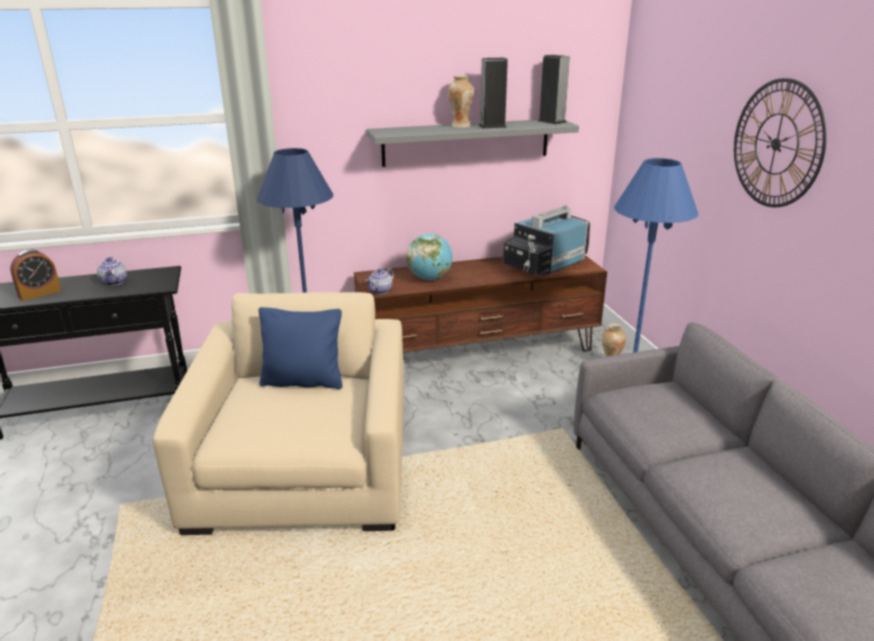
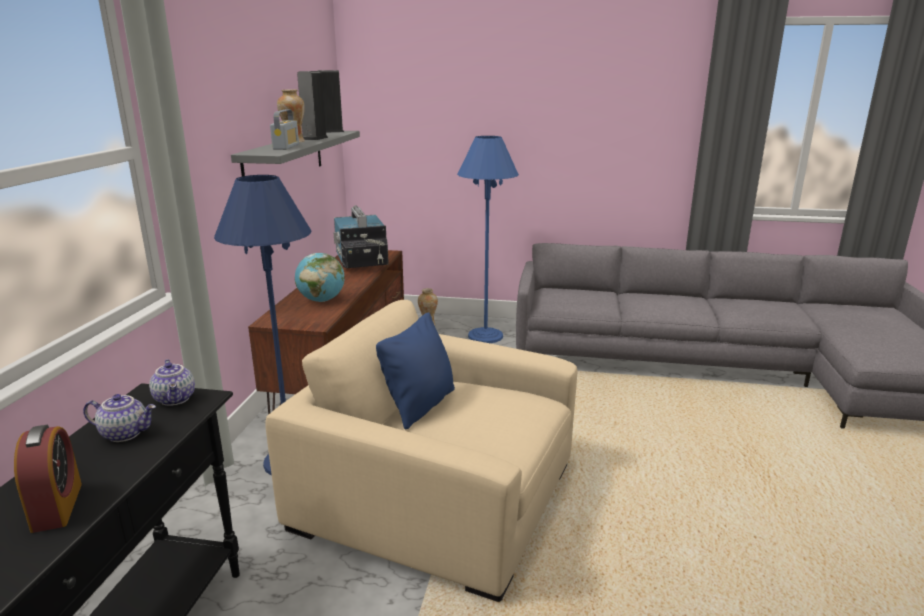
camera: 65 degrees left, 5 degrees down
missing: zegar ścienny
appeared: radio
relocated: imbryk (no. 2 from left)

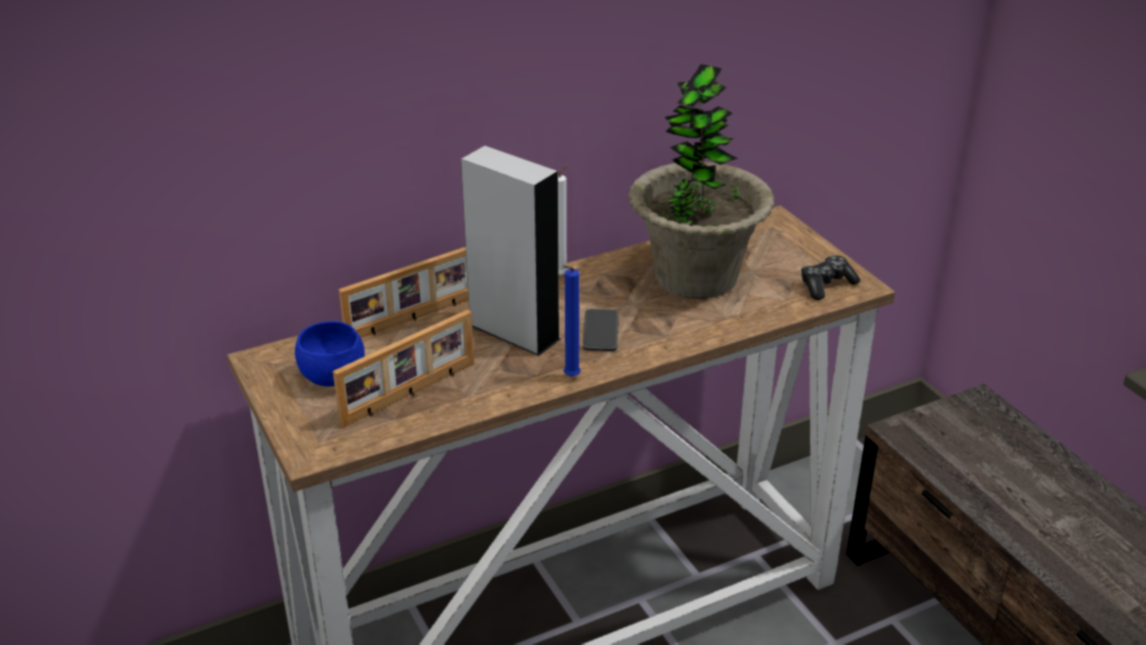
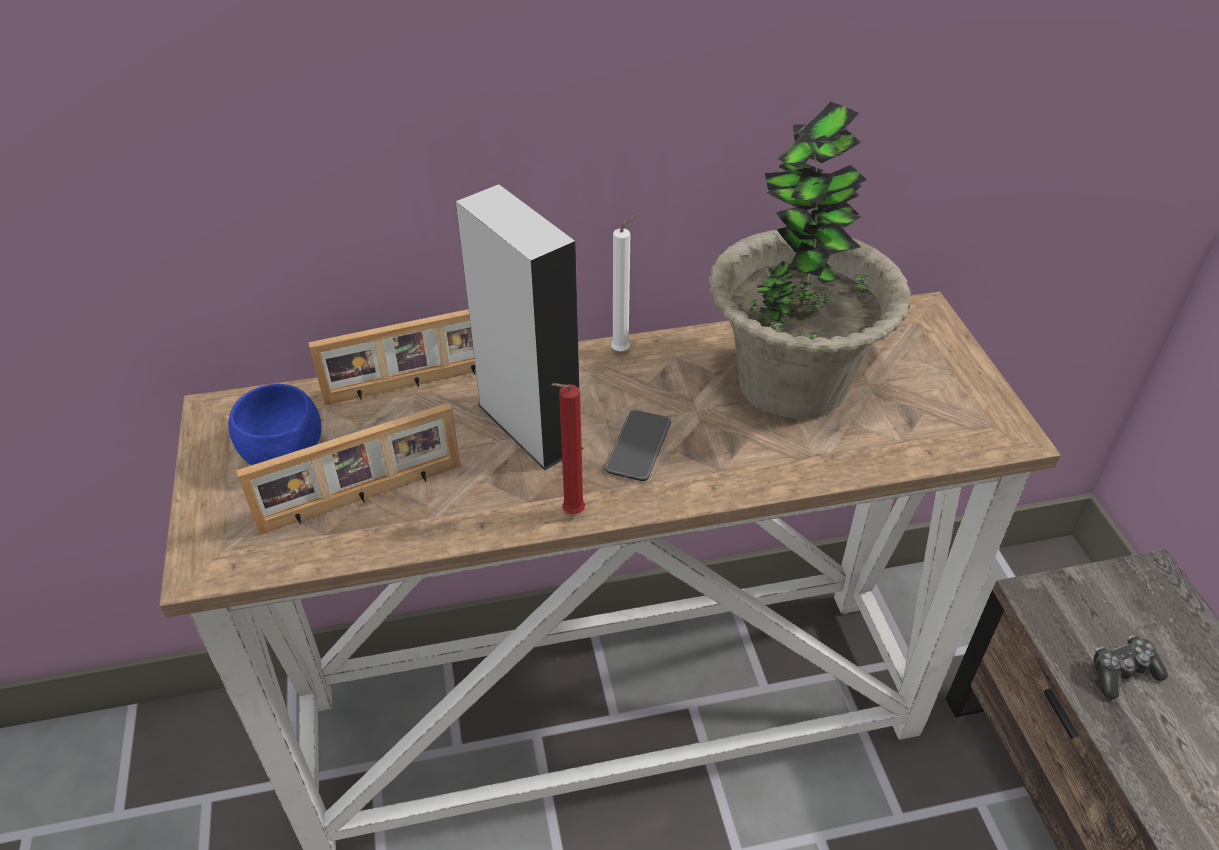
camera: 15 degrees right, 10 degrees up
relocated: pad do gier
colour: świeca/niebieski to świeca/czerwony

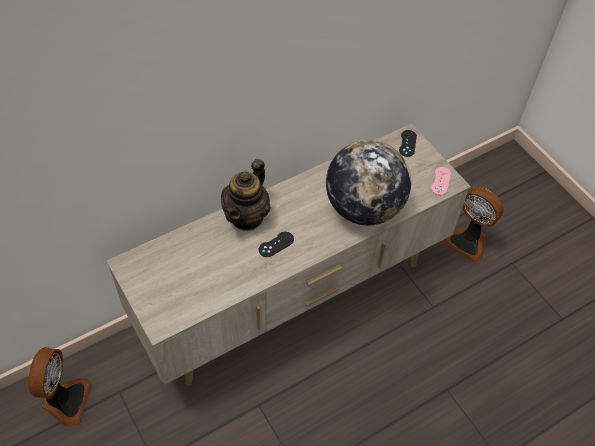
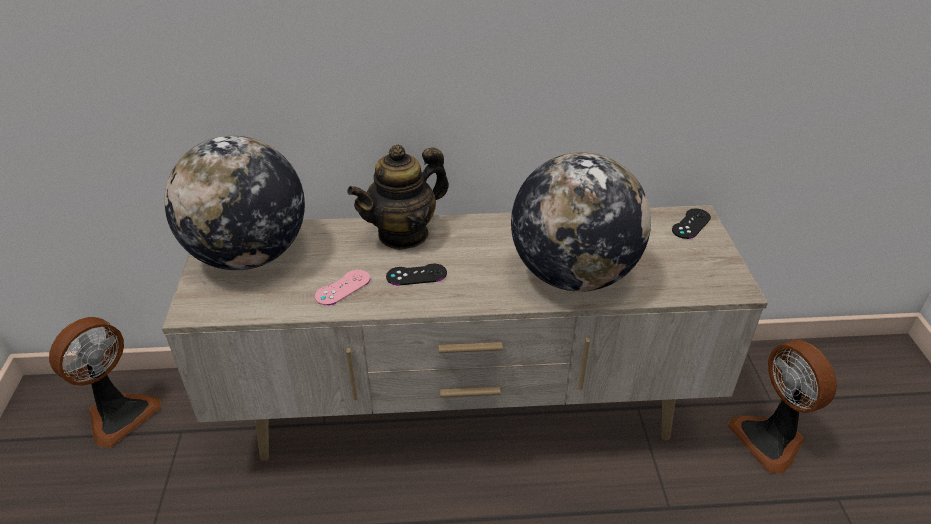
camera: 30 degrees right, 15 degrees down
appeared: globus (no. 1 from left)
relocated: pad do gier/różowy

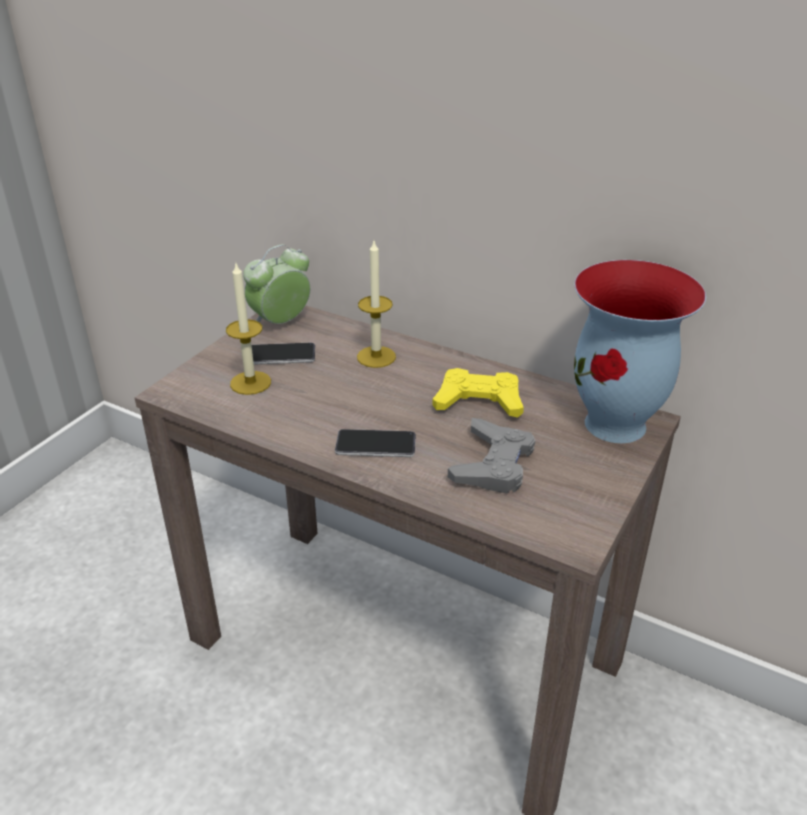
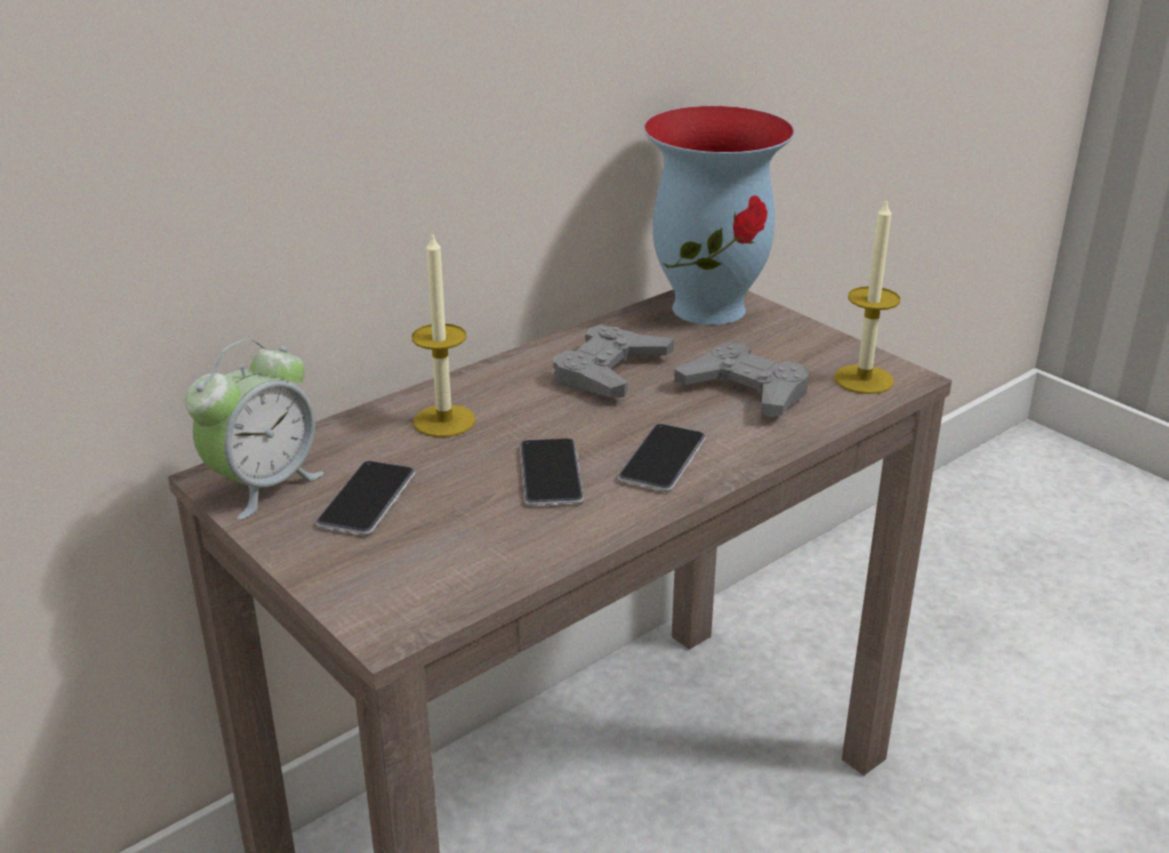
camera: 70 degrees left, 5 degrees down
appeared: telefon (no. 2 from left)
relocated: świeca (no. 1 from left in the first image) to świeca (no. 2 from left)
colour: pad do gier/żółty to pad do gier/szary (no. 1 from left)
spun: budzik 120 degrees counterclockwise

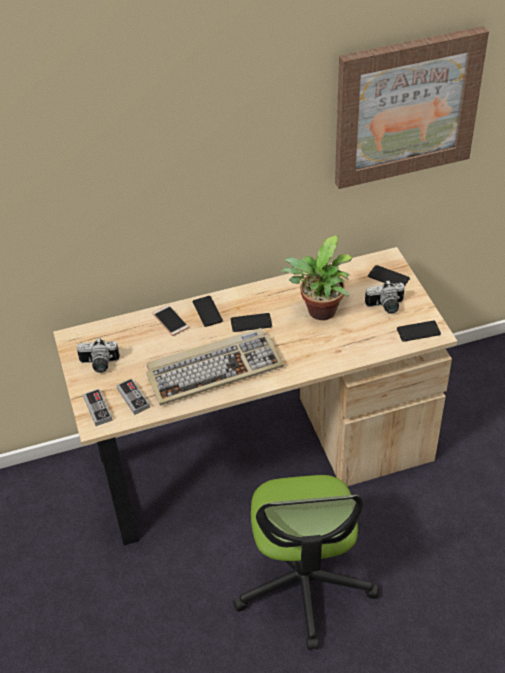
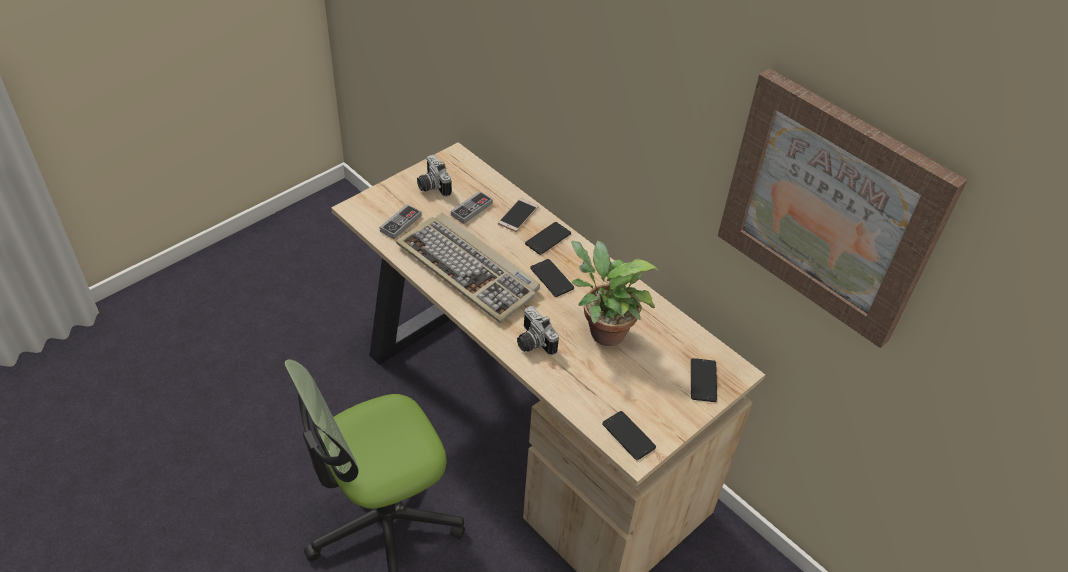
camera: 60 degrees right, 0 degrees up
relocated: pad do gier (no. 1 from left in the first image) to pad do gier (no. 2 from left); aparat fotograficzny (no. 2 from left)

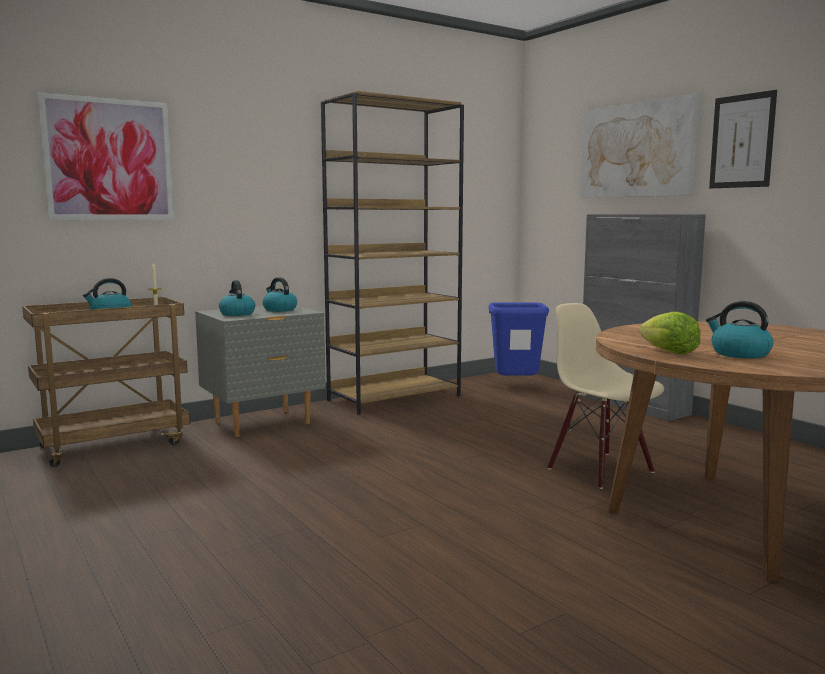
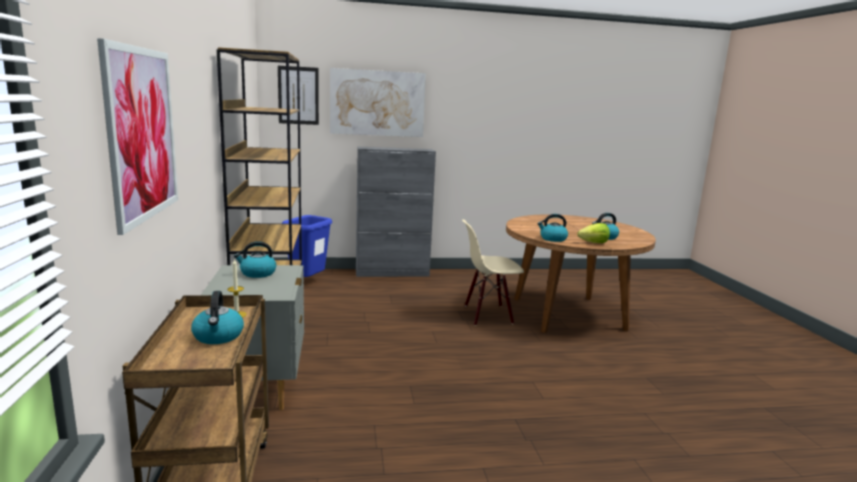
camera: 65 degrees left, 5 degrees up
relocated: czajnik (no. 2 from left in the first image) to czajnik (no. 3 from left); obraz (no. 3 from left in the first image) to obraz (no. 2 from left)

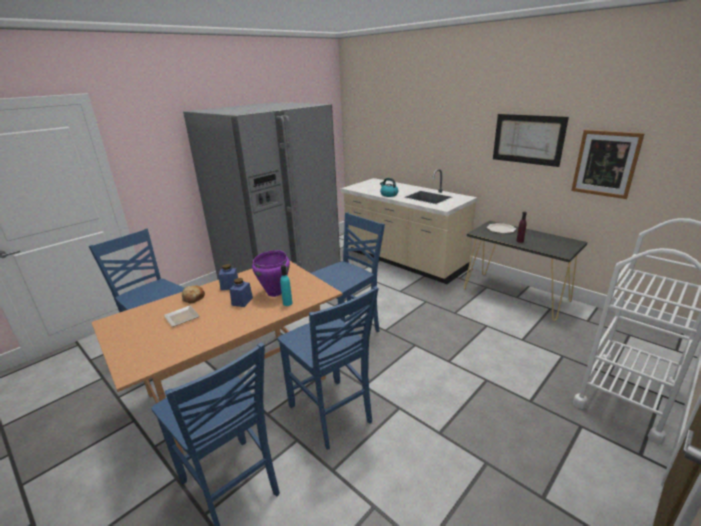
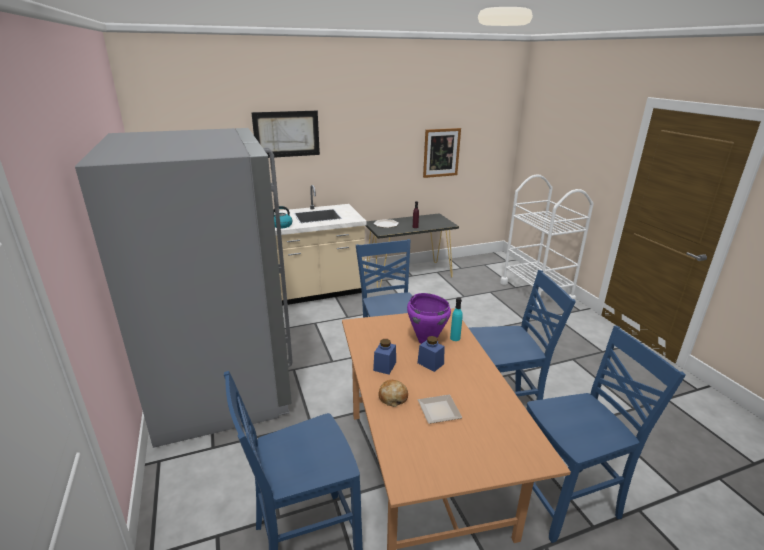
camera: 65 degrees left, 0 degrees up
relocated: obraz (no. 1 from left)

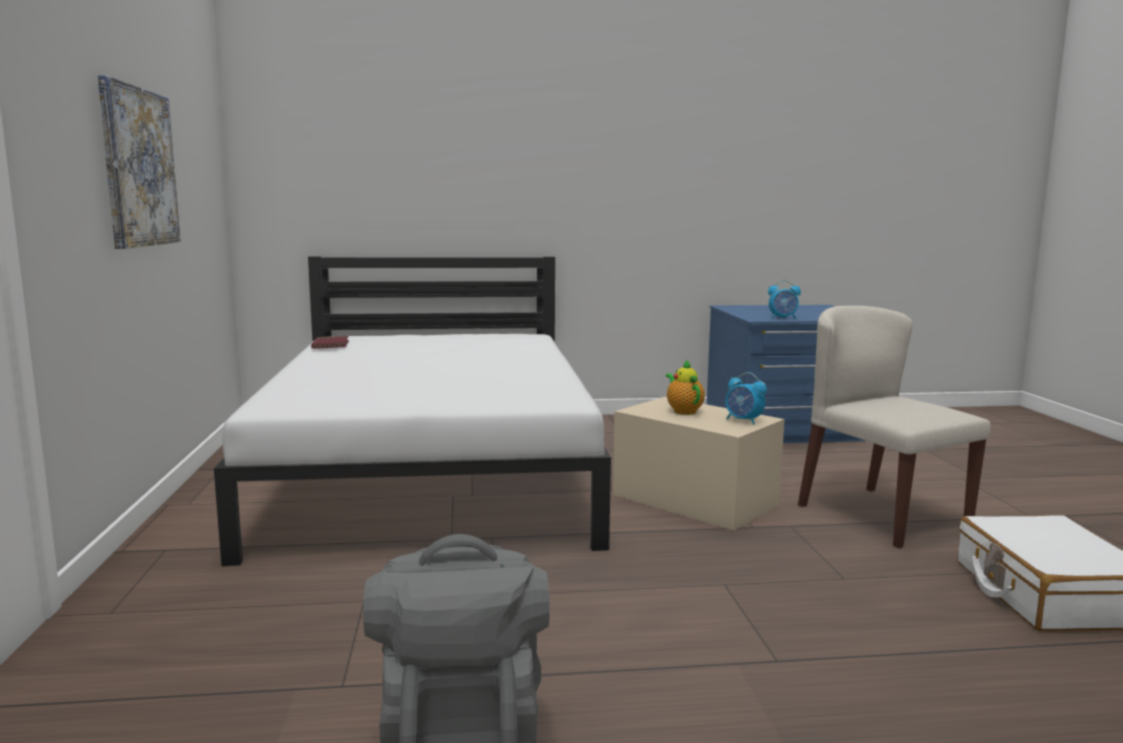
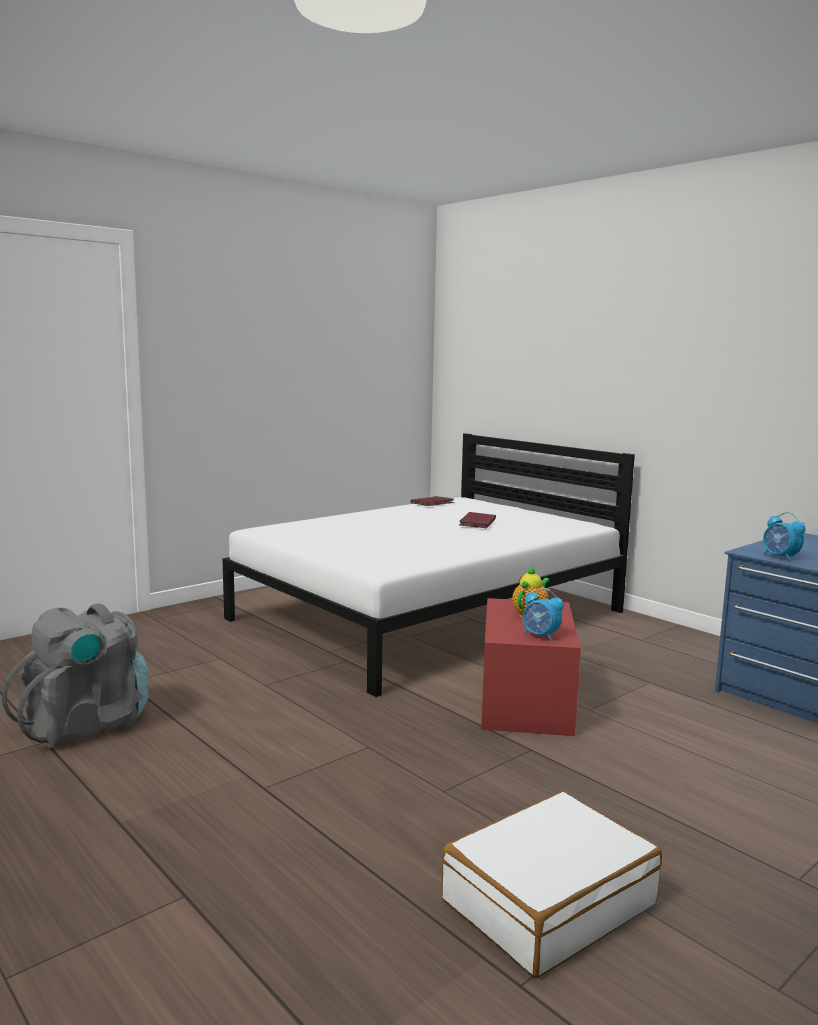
camera: 55 degrees right, 0 degrees up
missing: obraz; krzesło/beżowy
appeared: książka/czerwony (no. 2 from left)
colour: pojemnik do przechowywania/beżowy to pojemnik do przechowywania/czerwony
spun: budzik (no. 1 from left) 60 degrees counterclockwise

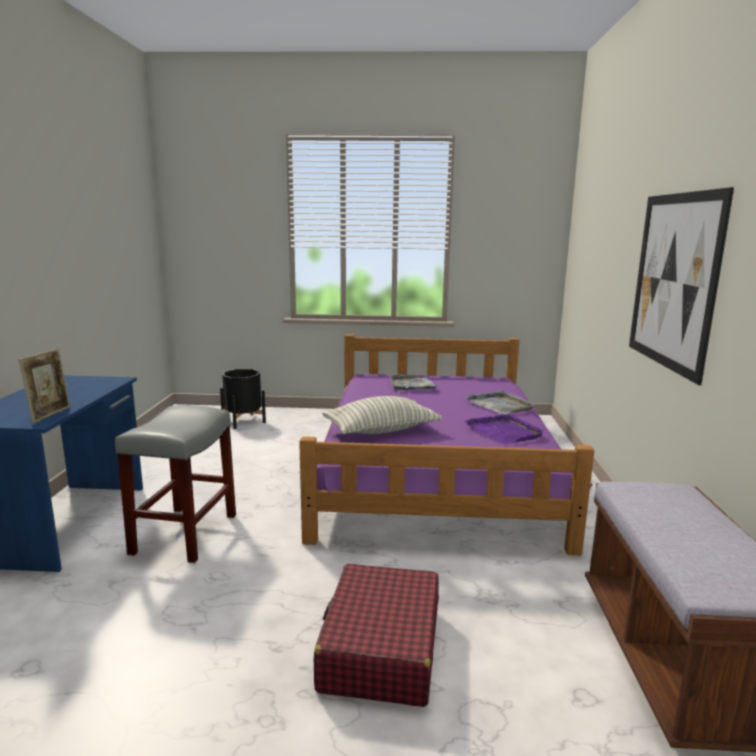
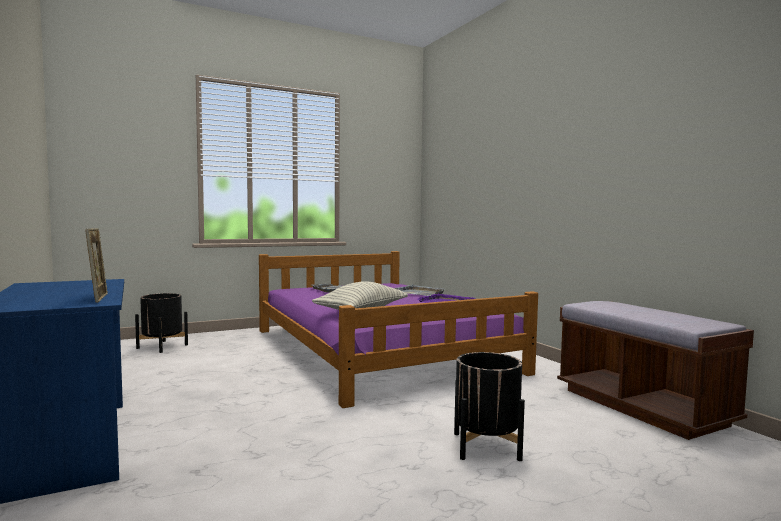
camera: 30 degrees left, 10 degrees down
missing: stołek/szary; obraz
exchanged: walizka/czerwony to donica/czarny (no. 2 from left)

